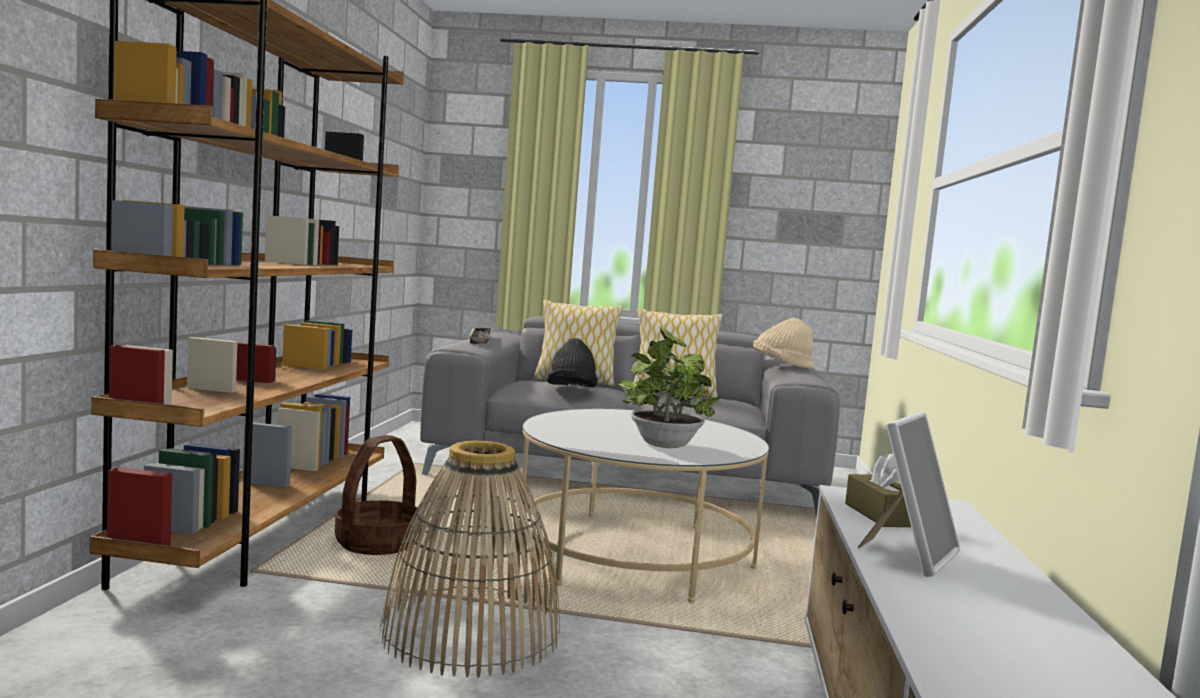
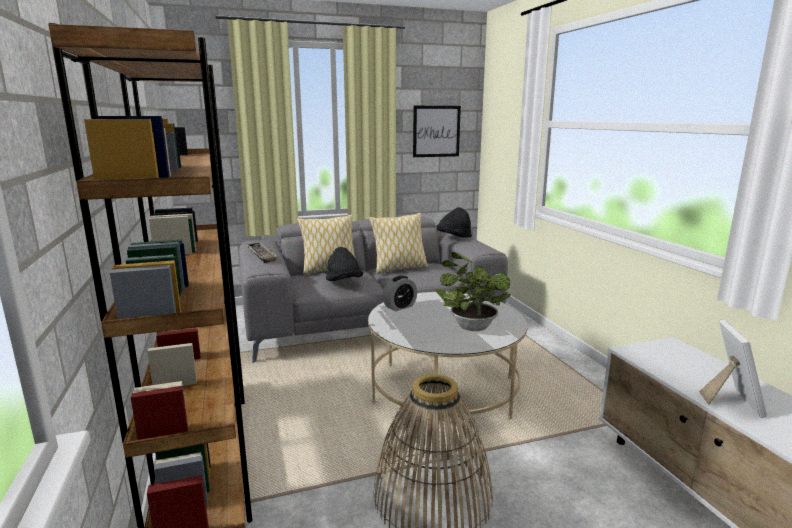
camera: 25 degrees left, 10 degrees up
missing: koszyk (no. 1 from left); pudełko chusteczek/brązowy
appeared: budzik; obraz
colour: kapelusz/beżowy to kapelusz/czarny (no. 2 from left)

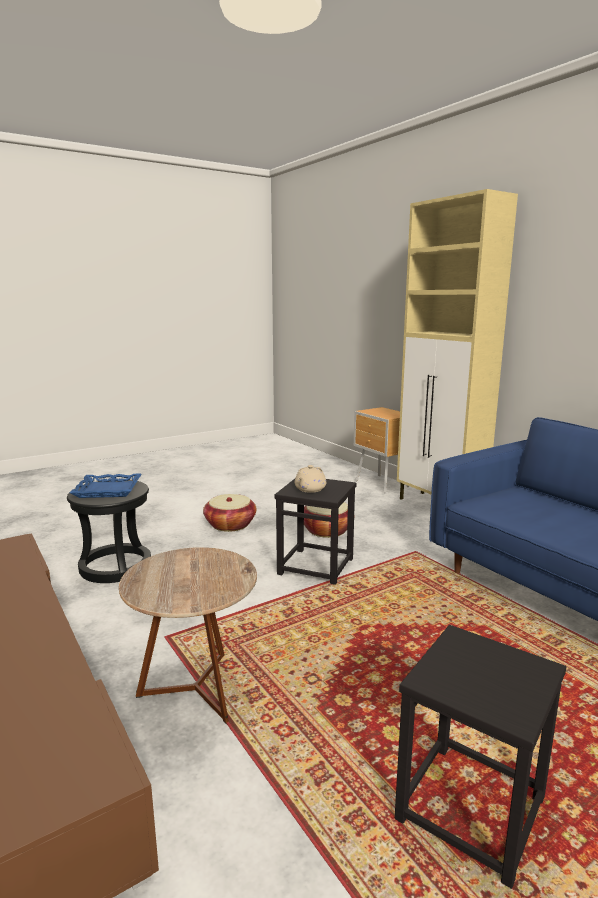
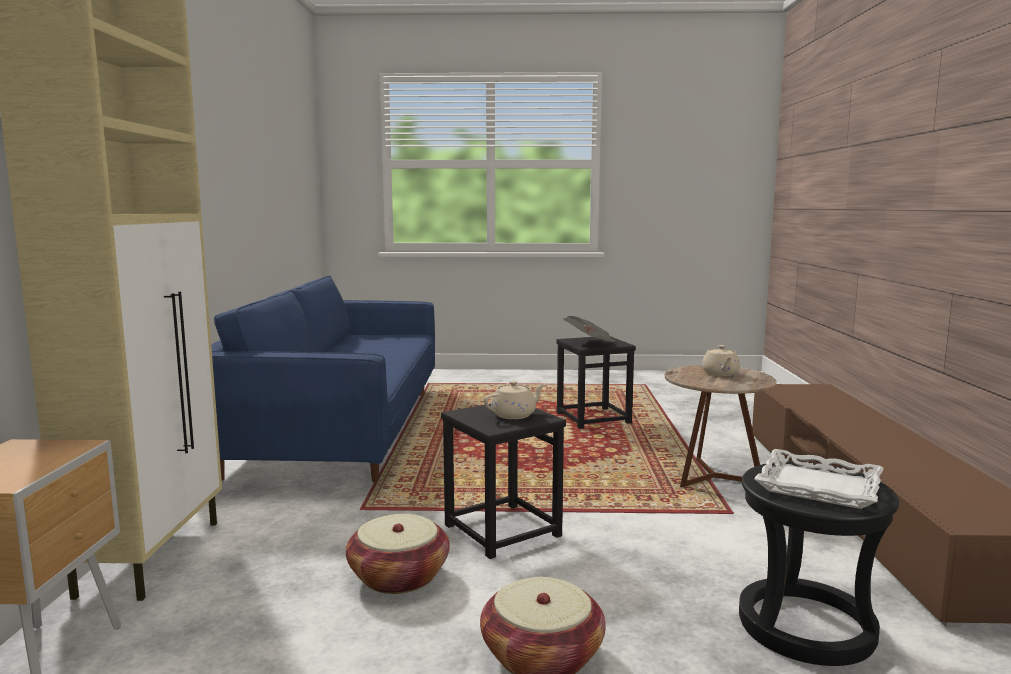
camera: 145 degrees left, 5 degrees down
appeared: gazeta; imbryk/beżowy (no. 2 from left)
colour: taca/niebieski to taca/biały

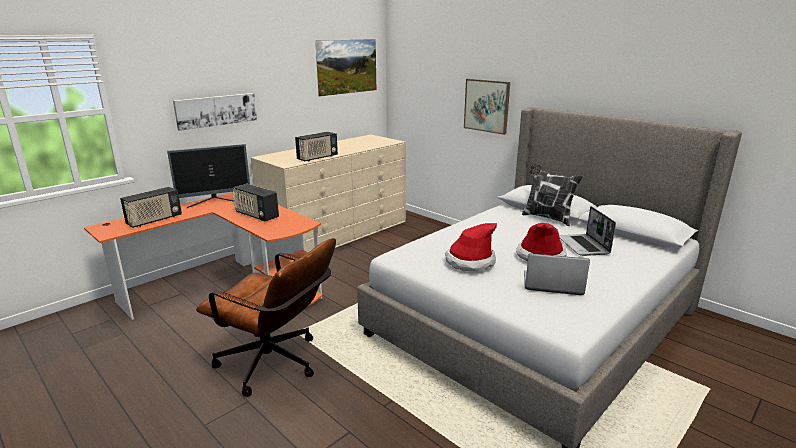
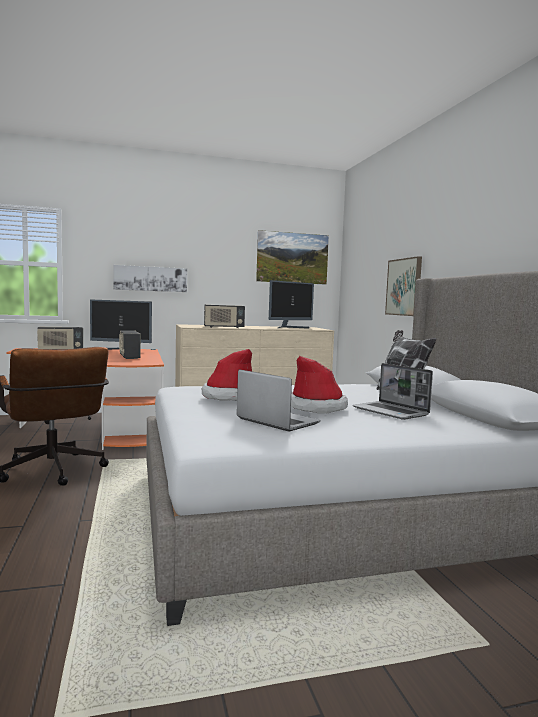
camera: 30 degrees right, 15 degrees down
appeared: monitor (no. 2 from left)
spun: laptop (no. 2 from left) 60 degrees counterclockwise

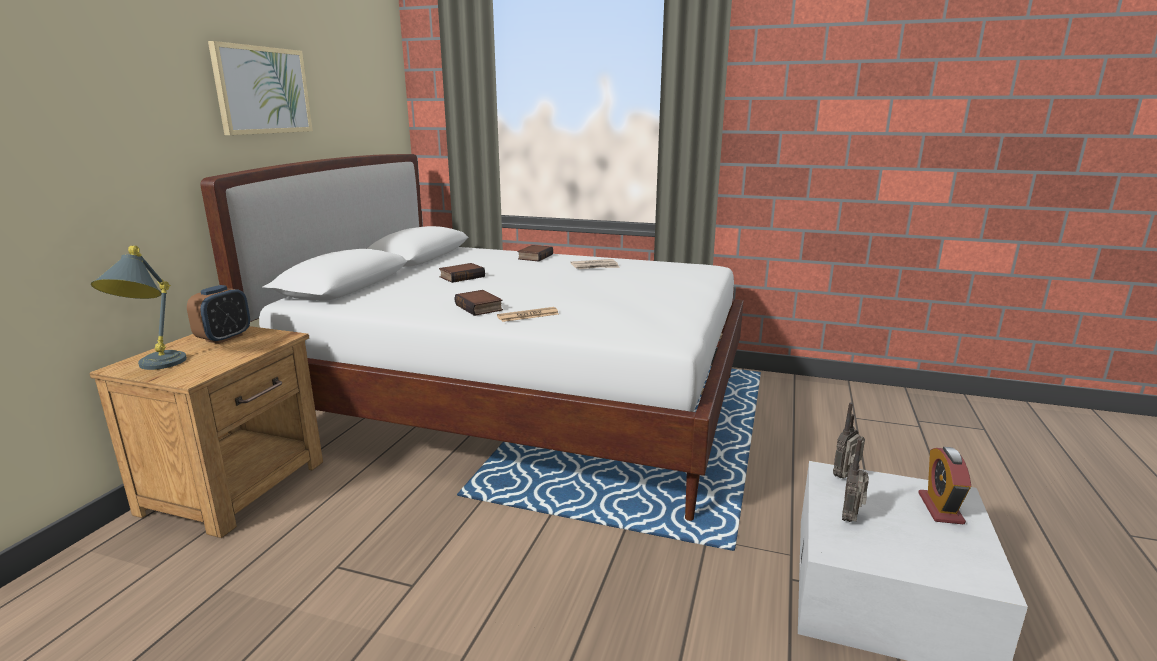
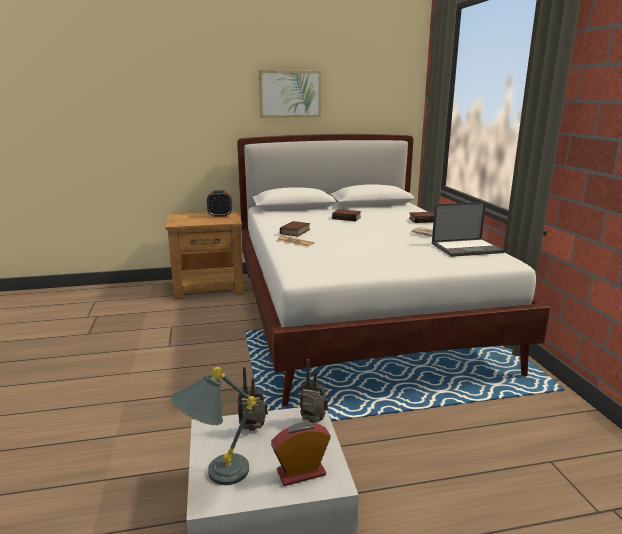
camera: 60 degrees right, 0 degrees up
appeared: laptop
relocated: lampa stołowa/szary

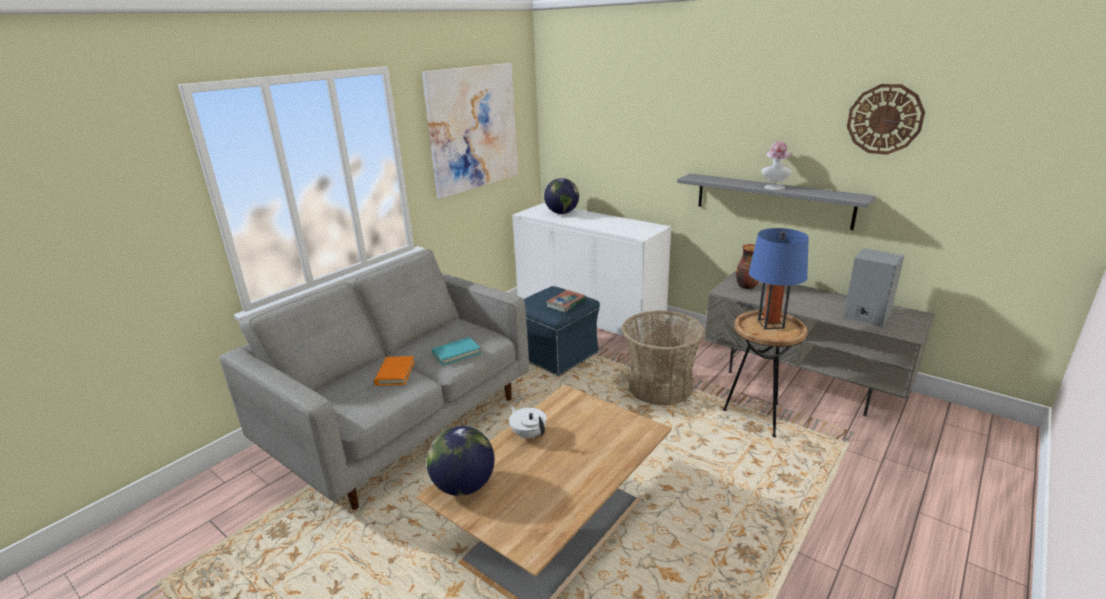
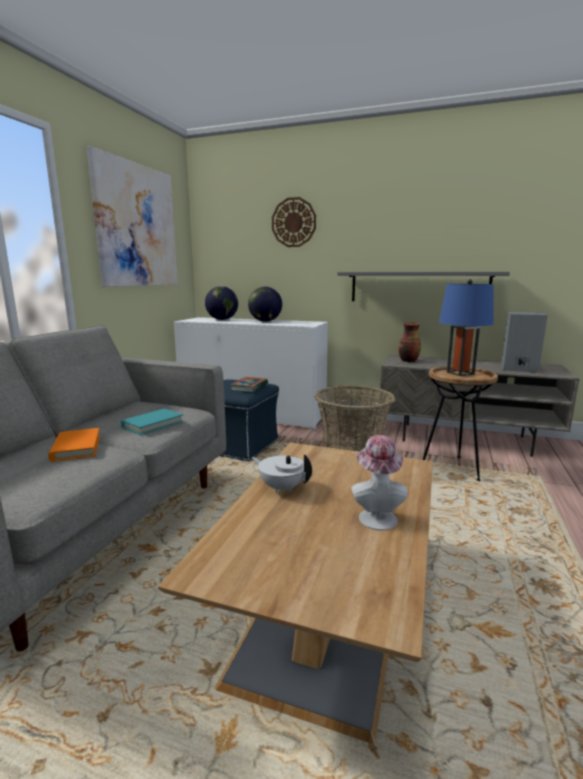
camera: 20 degrees left, 10 degrees down
relocated: globus (no. 1 from left in the first image) to globus (no. 2 from left); kapelusz; zegar ścienny

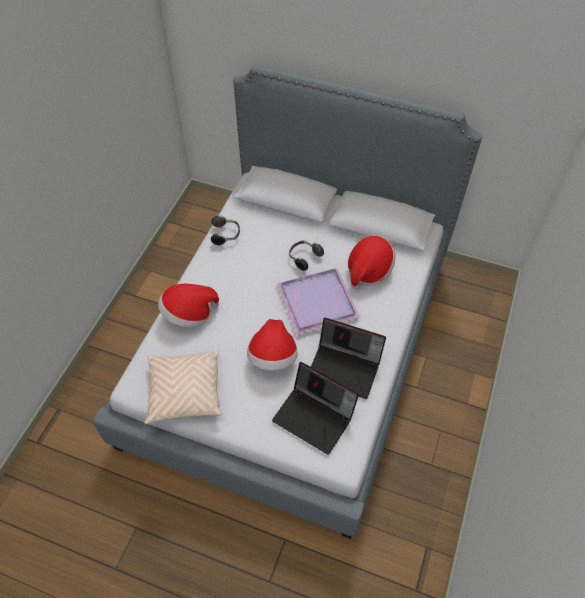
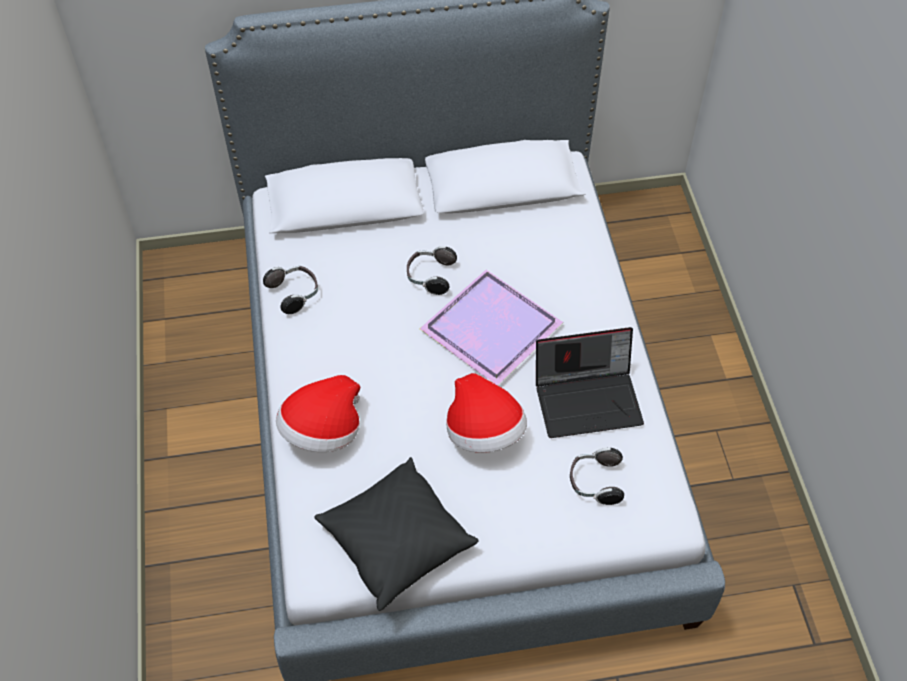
camera: 30 degrees left, 0 degrees up
missing: kapelusz (no. 3 from left)
exchanged: laptop (no. 1 from left) to słuchawki (no. 3 from left)
colour: poduszka/beżowy to poduszka/czarny

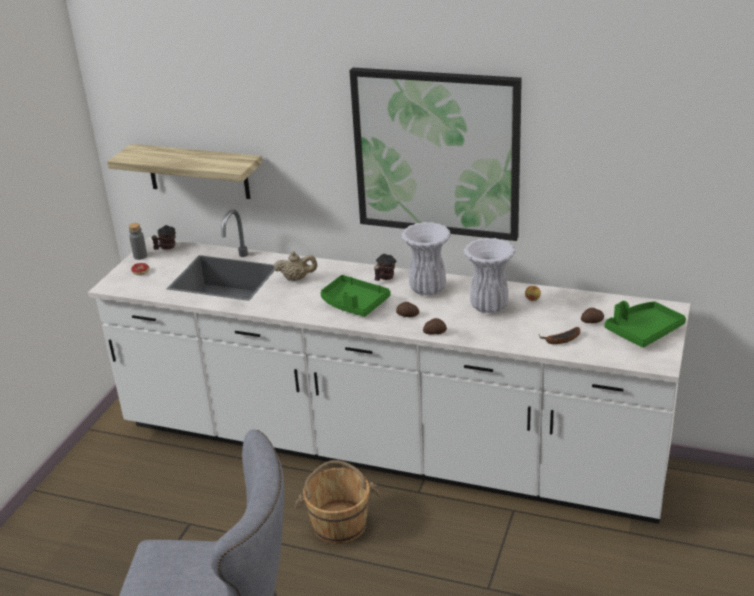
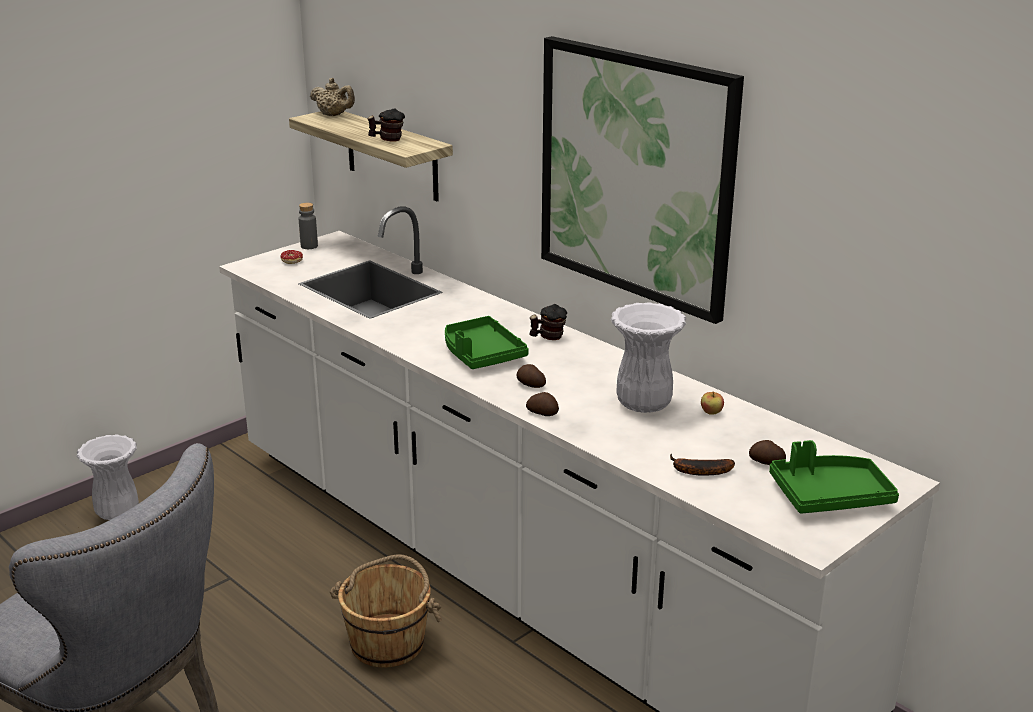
camera: 25 degrees right, 5 degrees down
relocated: kubek (no. 1 from left); imbryk/beżowy; wazon/biały (no. 1 from left)

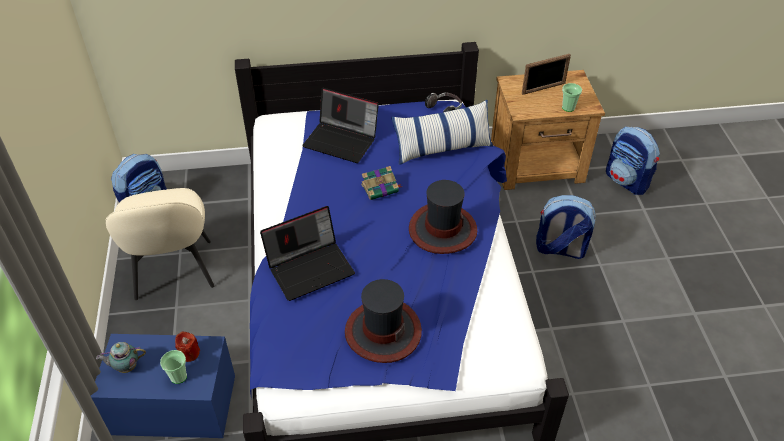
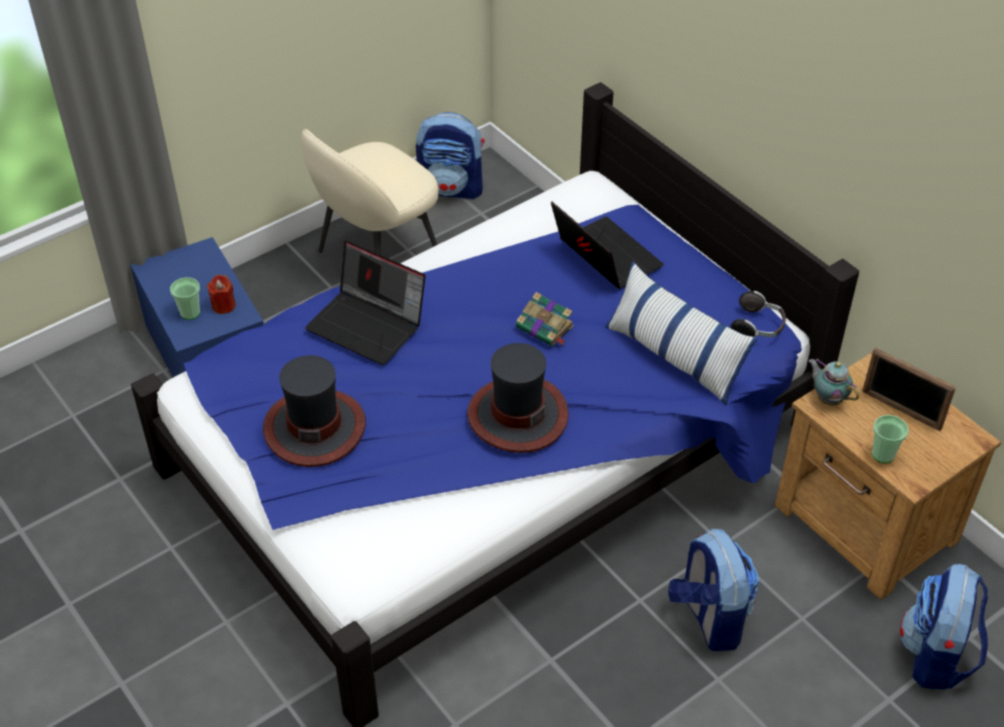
camera: 60 degrees right, 0 degrees up
relocated: imbryk
spun: laptop (no. 2 from left) 150 degrees clockwise

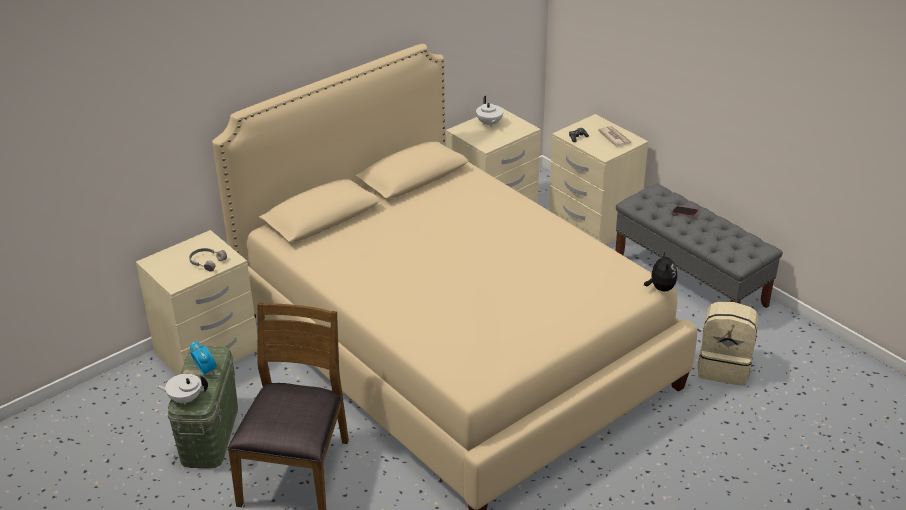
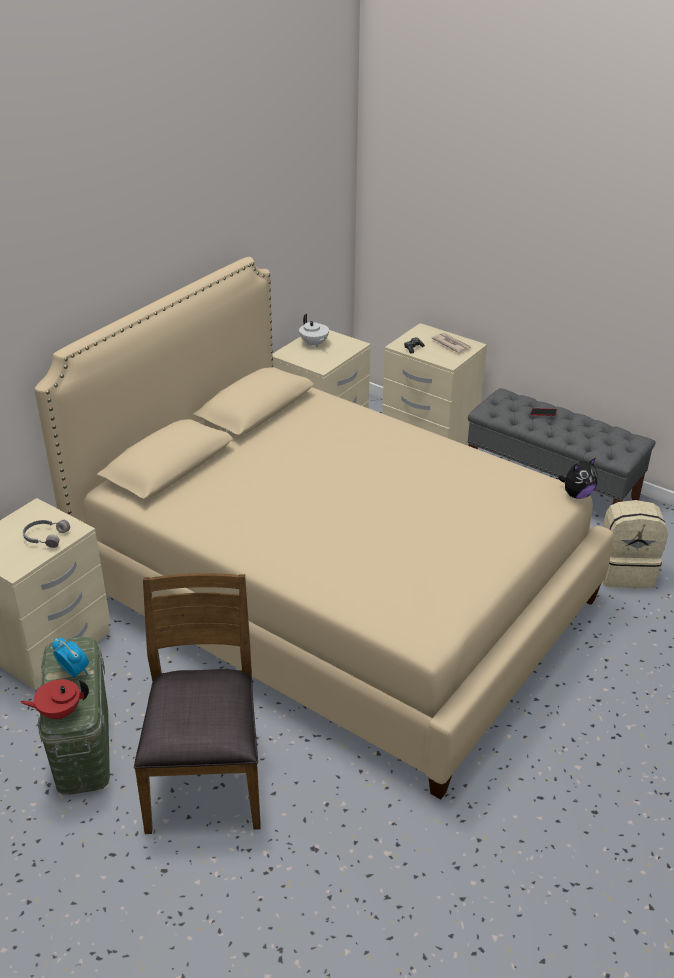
camera: 15 degrees left, 0 degrees up
colour: imbryk/biały (no. 1 from left) to imbryk/czerwony
spun: pluszak 75 degrees clockwise

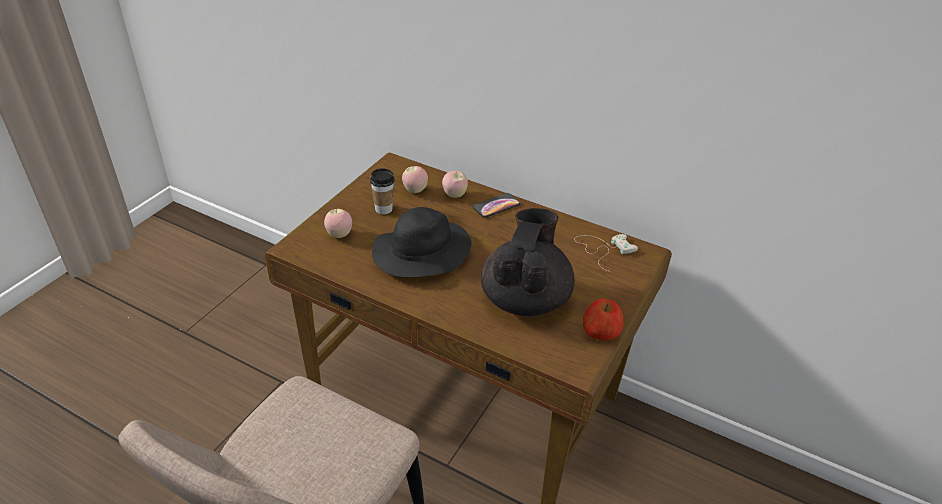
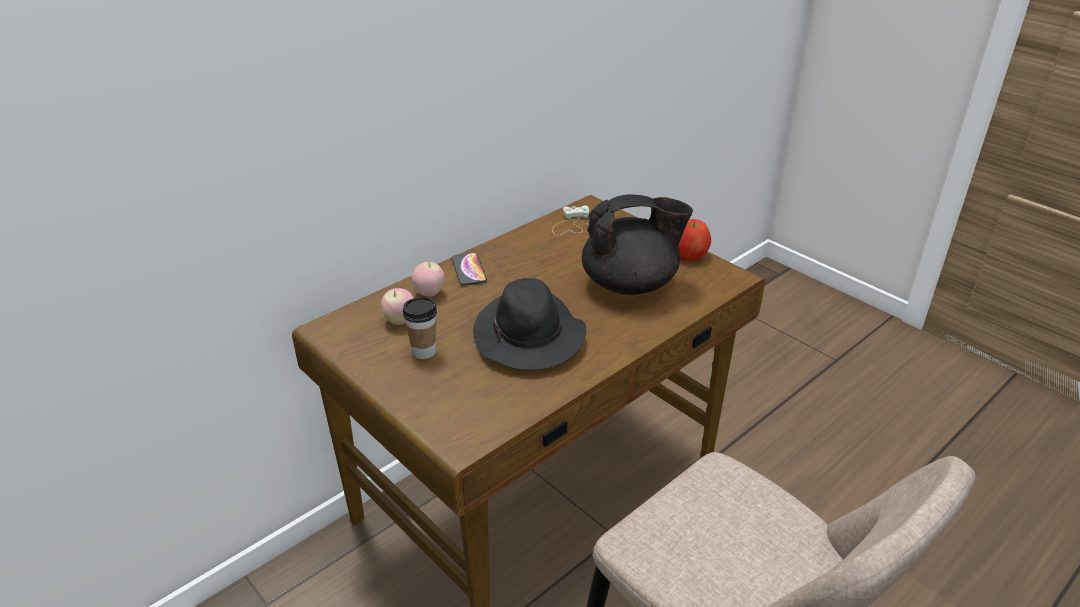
camera: 70 degrees left, 5 degrees down
missing: jabłko (no. 1 from left)
spun: imbryk/czarny 135 degrees clockwise

